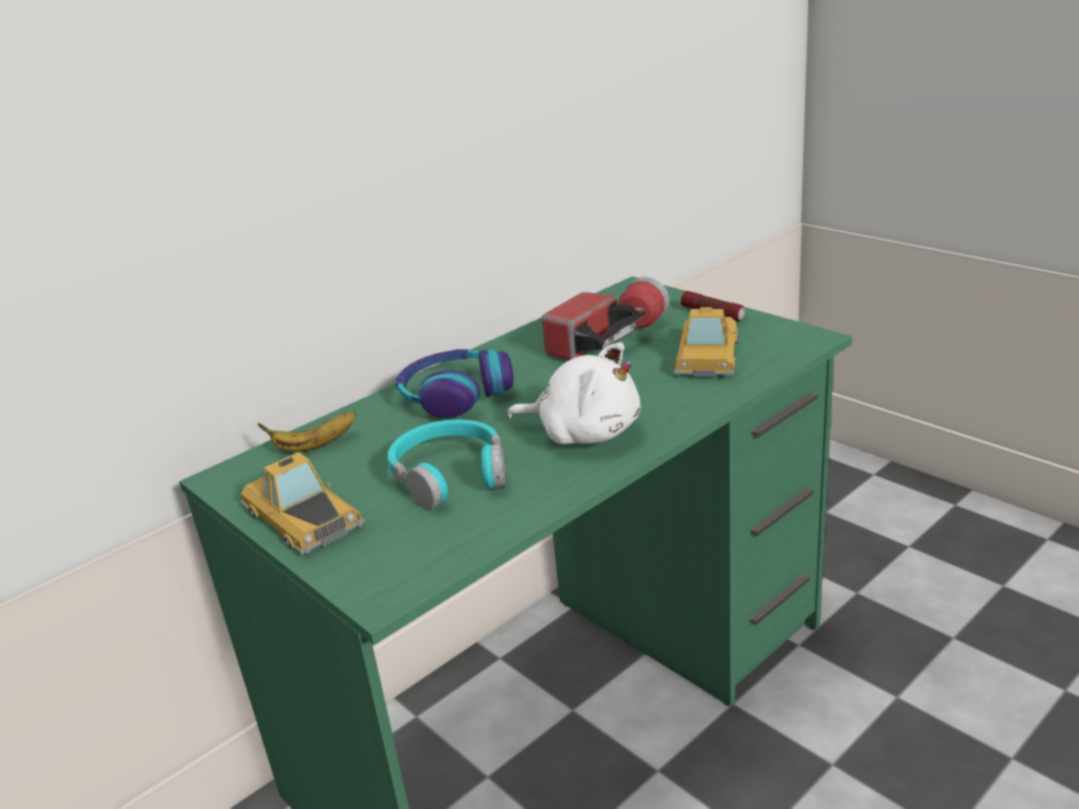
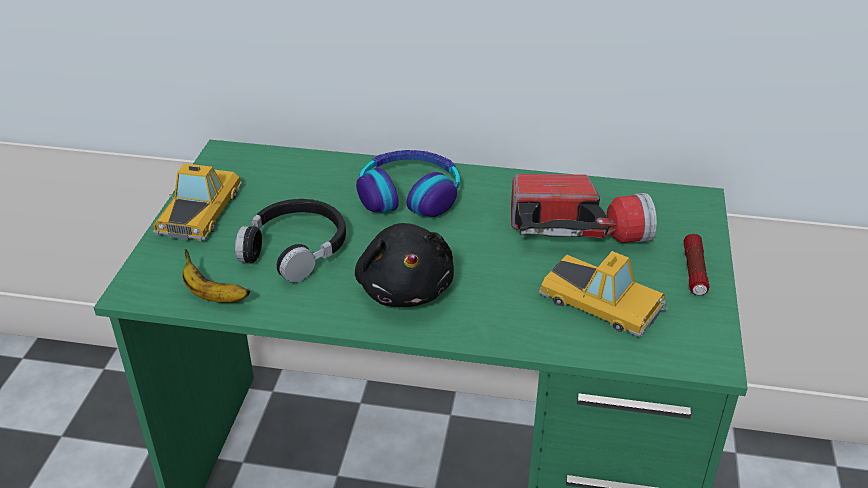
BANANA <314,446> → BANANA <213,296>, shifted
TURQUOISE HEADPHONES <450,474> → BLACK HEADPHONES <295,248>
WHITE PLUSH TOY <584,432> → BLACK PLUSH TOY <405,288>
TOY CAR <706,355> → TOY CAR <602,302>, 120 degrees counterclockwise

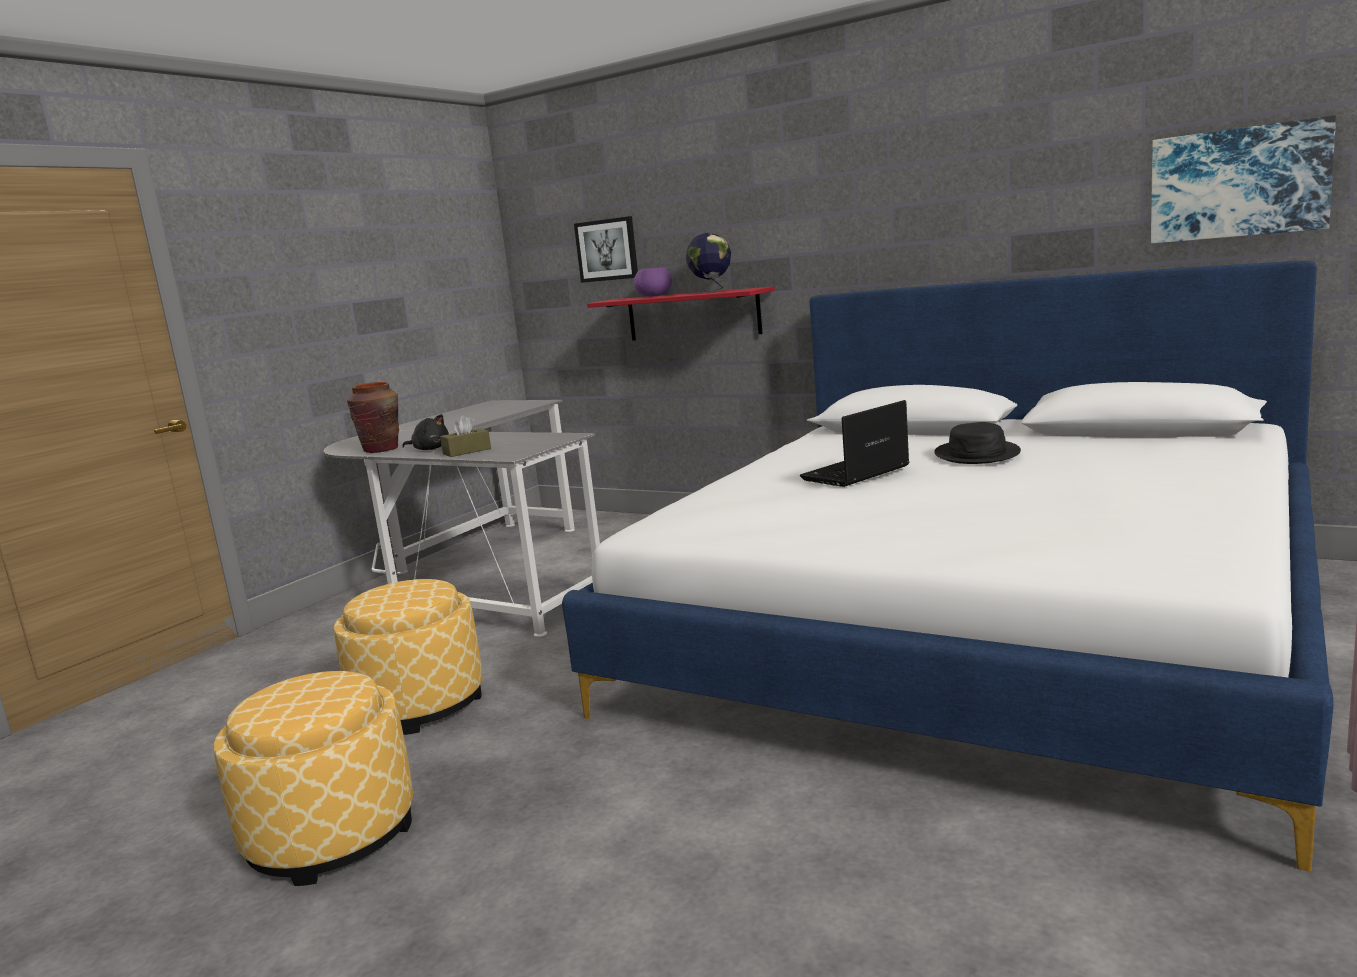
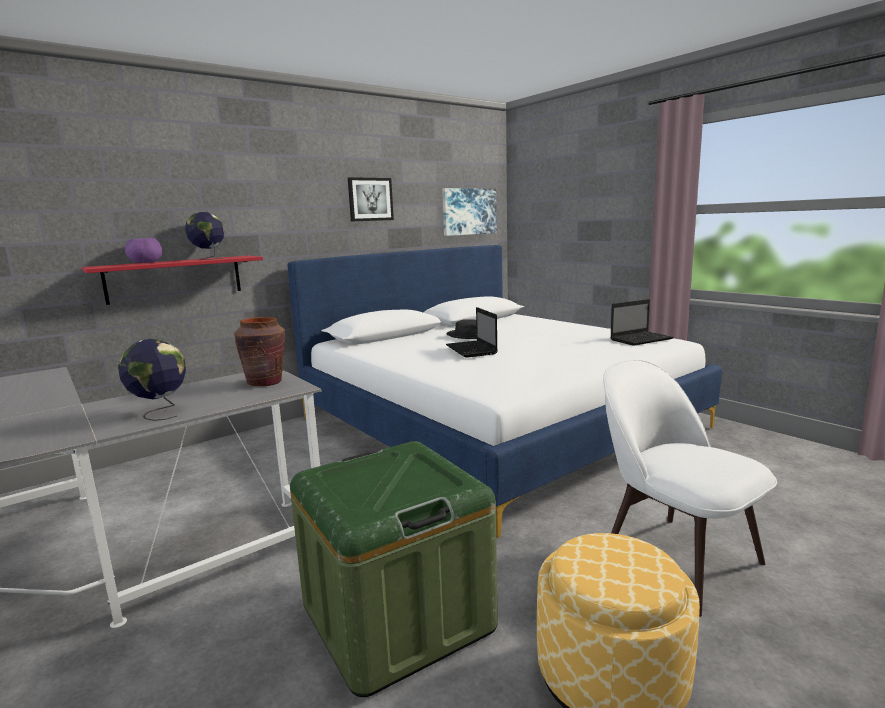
BROWN TISSUE BOX <467,451> → -
- → WHITE CHAIR <675,558>
- → LAPTOP <641,339>
BROWN VASE <381,449> → BROWN VASE <265,382>, shifted
PICTURE <607,250> → PICTURE <370,199>, shifted
OTTOMAN <419,704> → GREEN STORAGE BOX <397,616>
BLACK PLUSH TOY <430,449> → GLOBE <160,413>

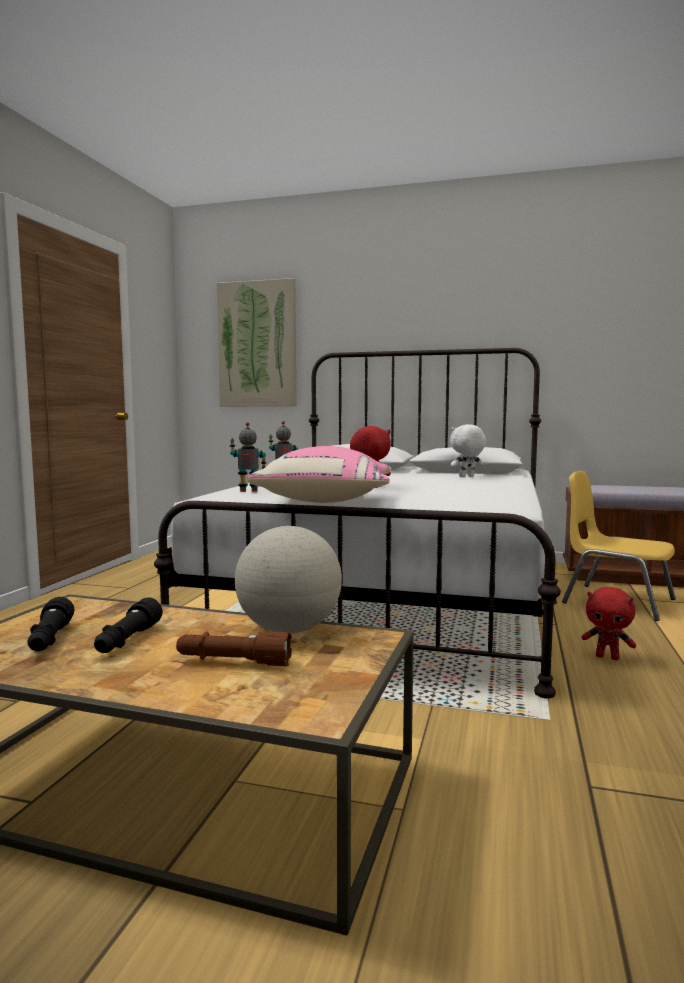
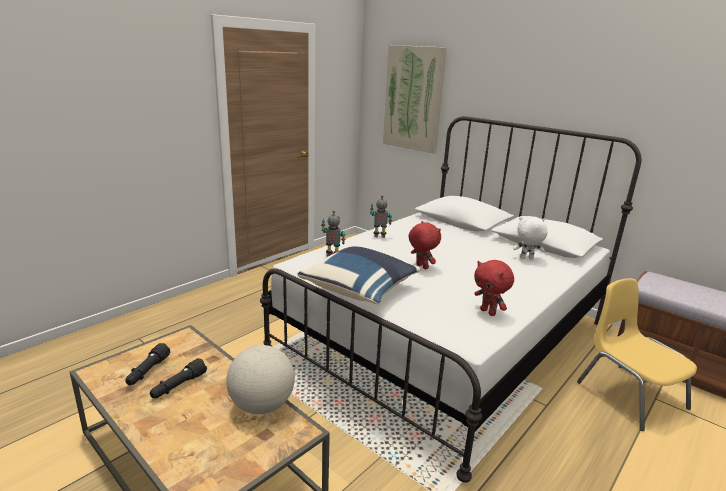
BROWN FLASHLIGHT <233,662> → -
RED PLUSH TOY <607,657> → RED PLUSH TOY <488,312>, shifted
PINK PILLOW <327,501> → BLUE PILLOW <360,290>

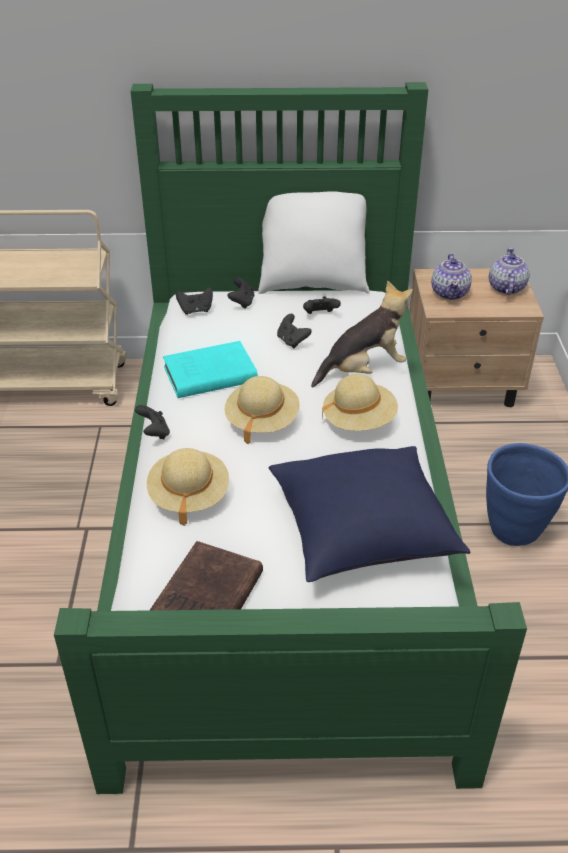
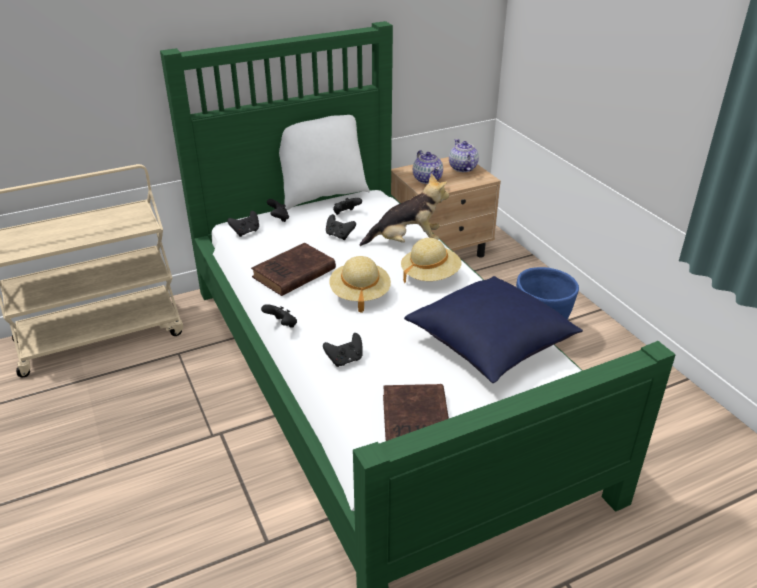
BEIGE HAT <189,495> → BLACK GAME CONTROLLER <345,360>
TURQUOISE BOOK <207,375> → BROWN BOOK <292,274>
PLUSH TOY <363,370> → PLUSH TOY <406,242>, 45 degrees clockwise

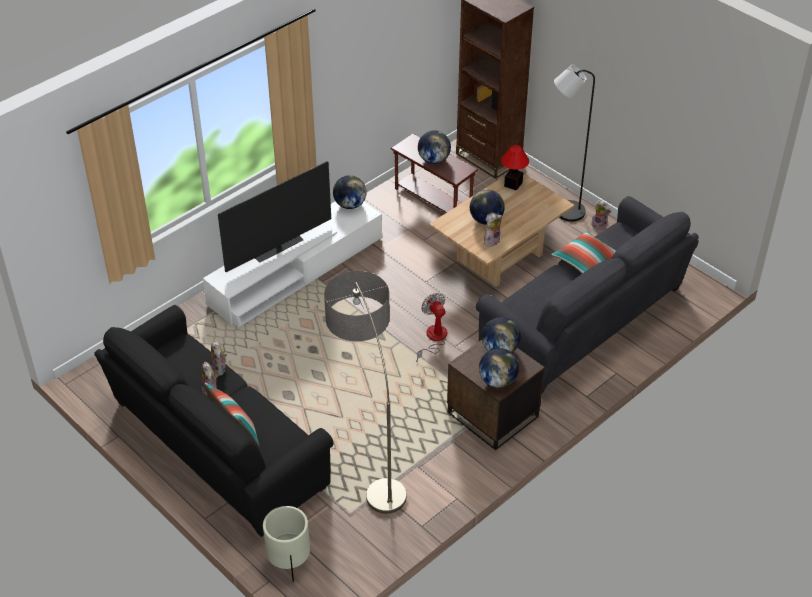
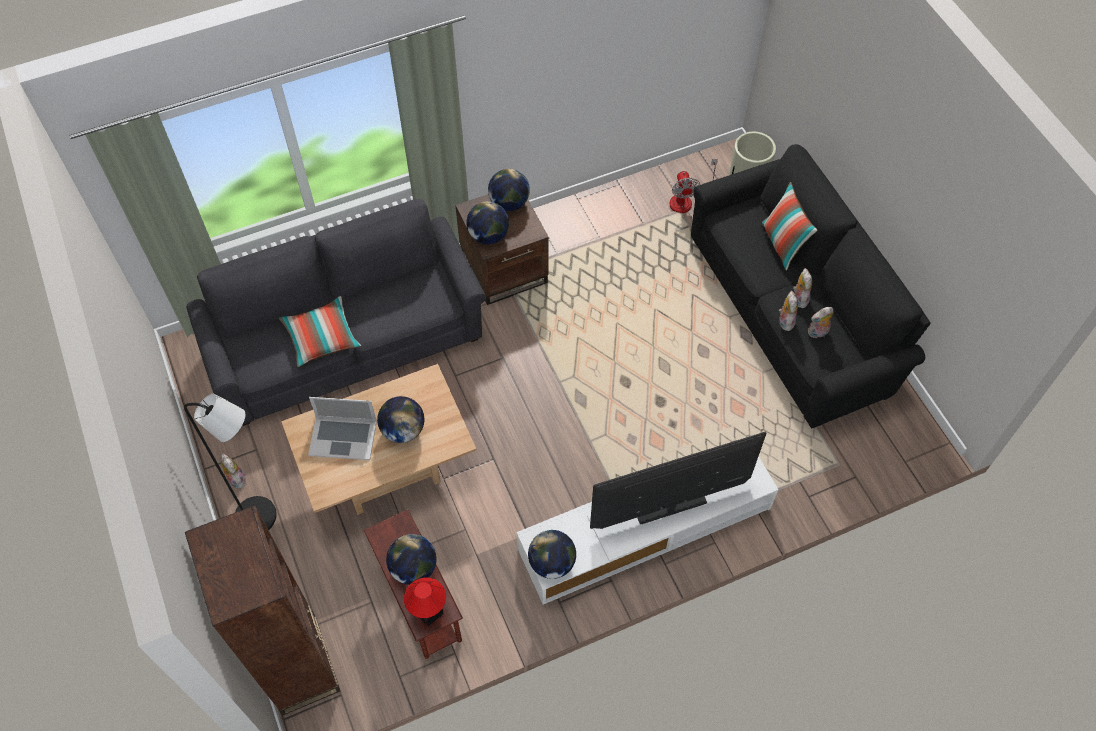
FLOOR LAMP <369,461> → -
- → LAPTOP <343,437>
FAN <433,339> → FAN <686,199>, shifted
PLUSH TOY <491,240> → PLUSH TOY <817,333>, shifted
TABLE LAMP <513,184> → TABLE LAMP <428,612>, shifted

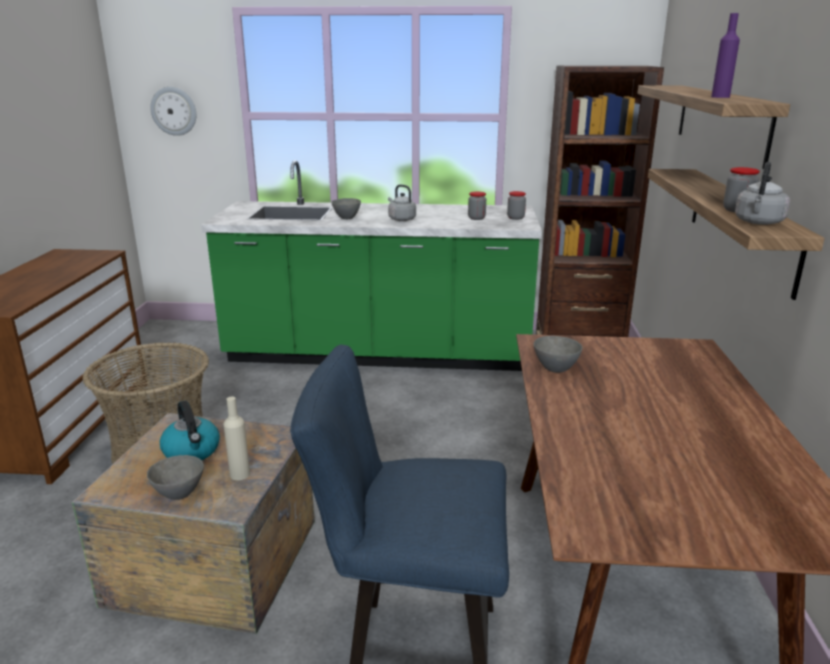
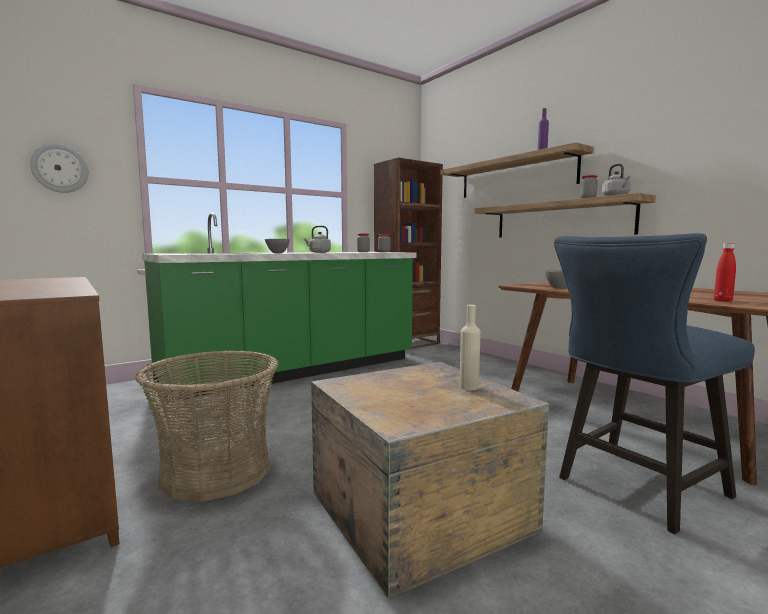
GREY BOWL <179,494> → -
KETTLE <192,451> → -
- → RED BOTTLE <723,301>

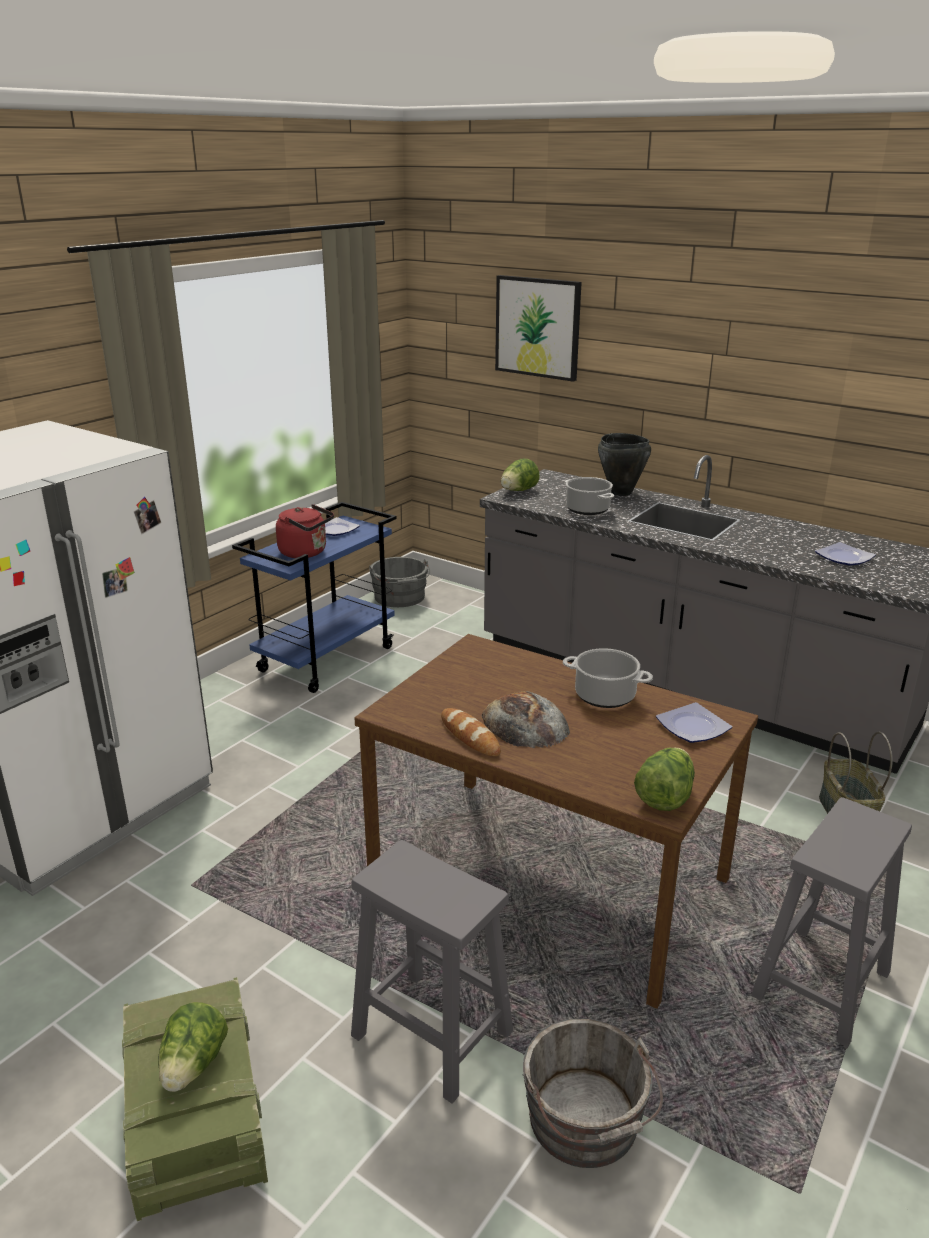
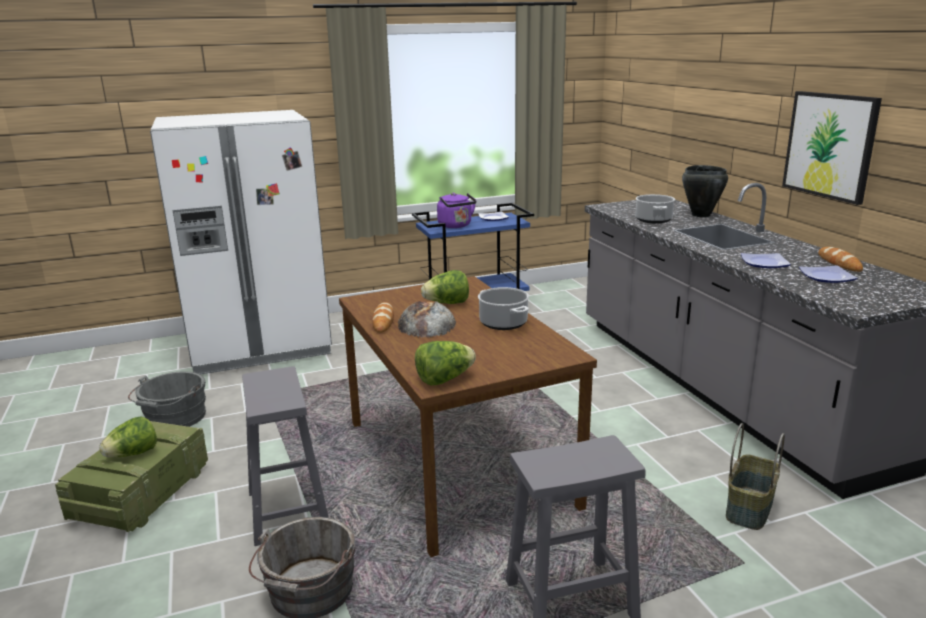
- → BREAD <839,263>
GREY BUCKET <400,598> → GREY BUCKET <174,419>, shifted
PICTURE <538,327> → PICTURE <830,145>, shifted
LETTUCE <518,491> → LETTUCE <447,303>, shifted
PLATE <694,727> → PLATE <765,263>, shifted
RED KETTLE <306,552> → PURPLE KETTLE <456,226>

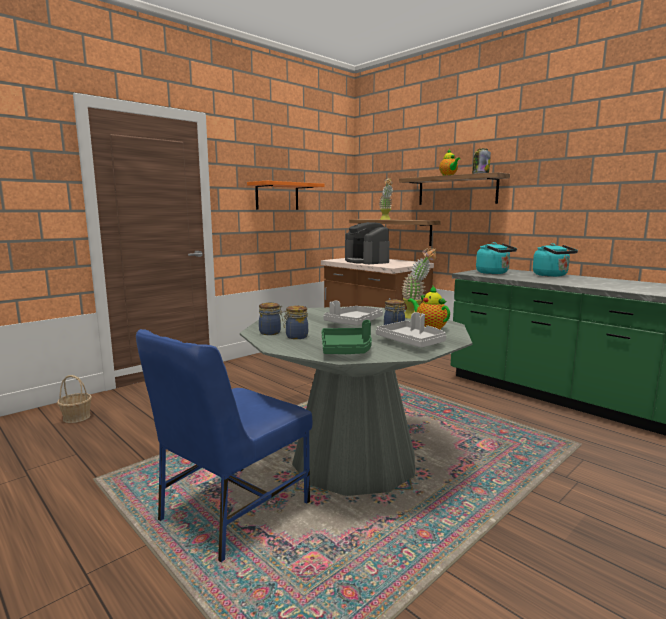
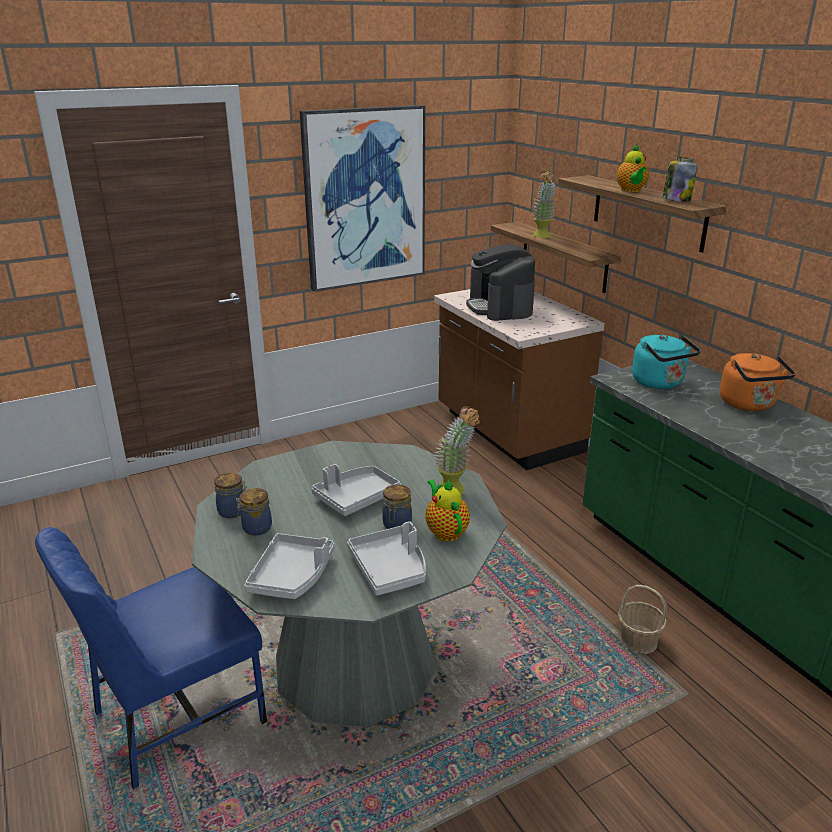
BASKET <76,417> → BASKET <637,640>, shifted
ORANGE SHELF <277,196> → PICTURE <364,198>
GREEN TRAY <346,350> → GREY TRAY <292,576>
TURQUOISE KETTLE <552,275> → ORANGE KETTLE <749,405>

